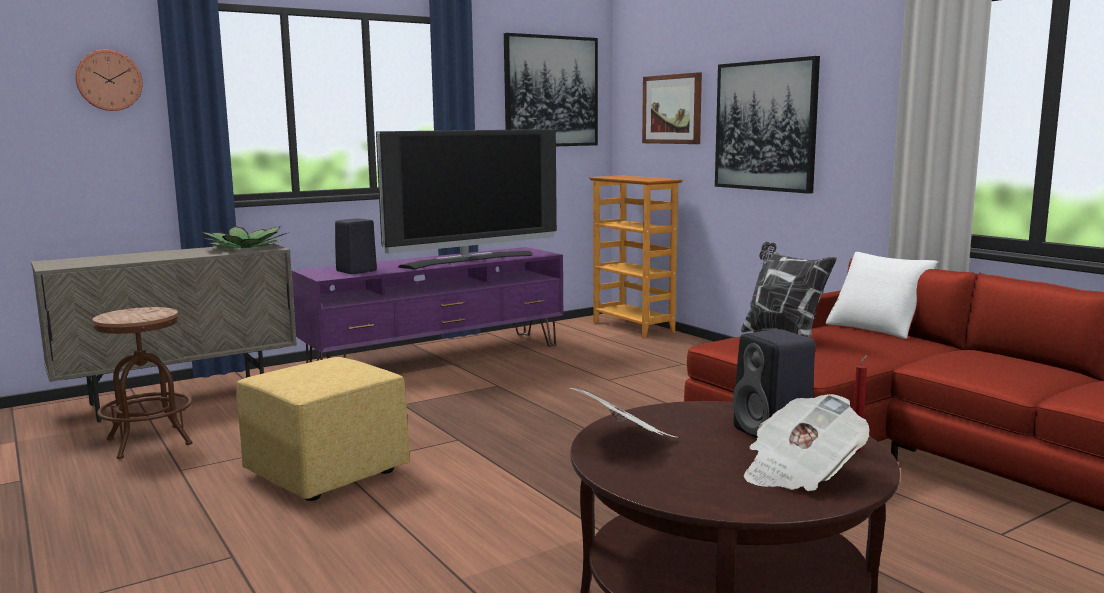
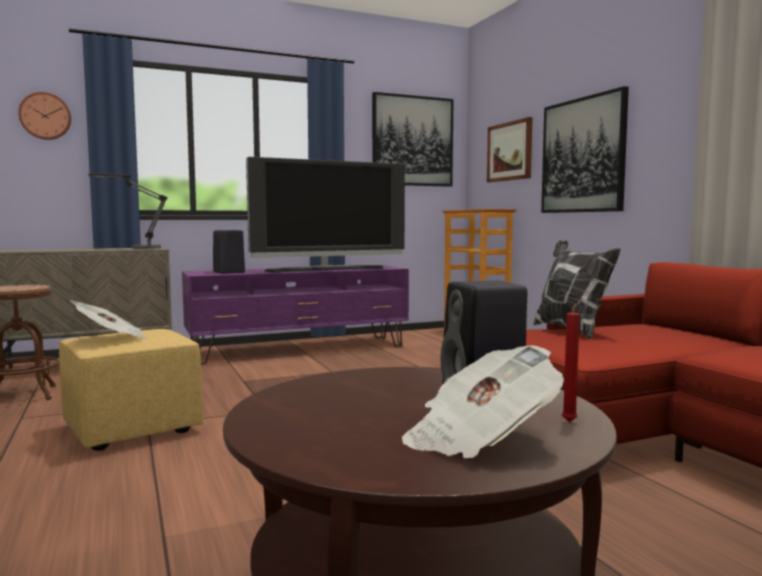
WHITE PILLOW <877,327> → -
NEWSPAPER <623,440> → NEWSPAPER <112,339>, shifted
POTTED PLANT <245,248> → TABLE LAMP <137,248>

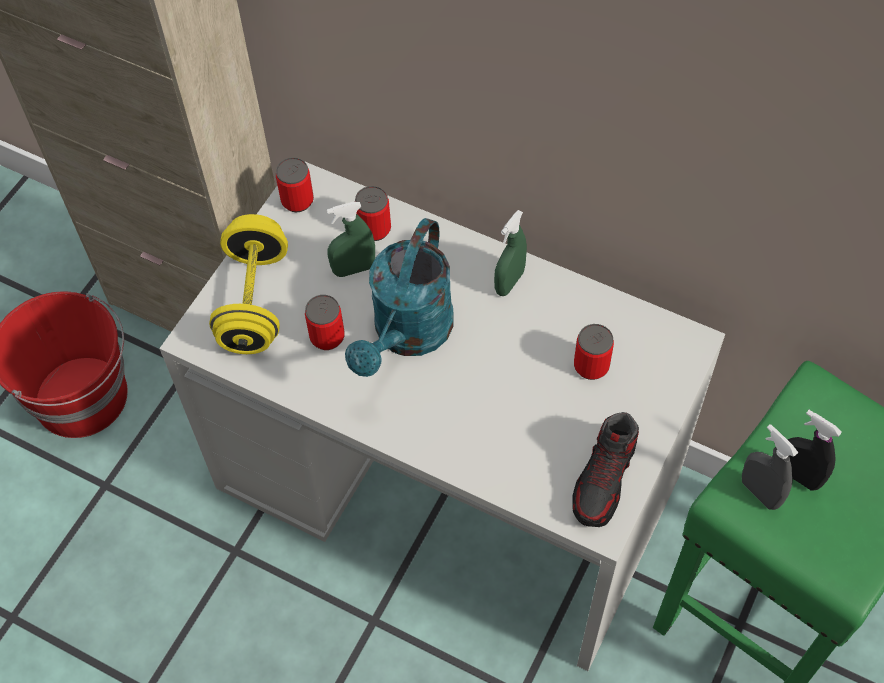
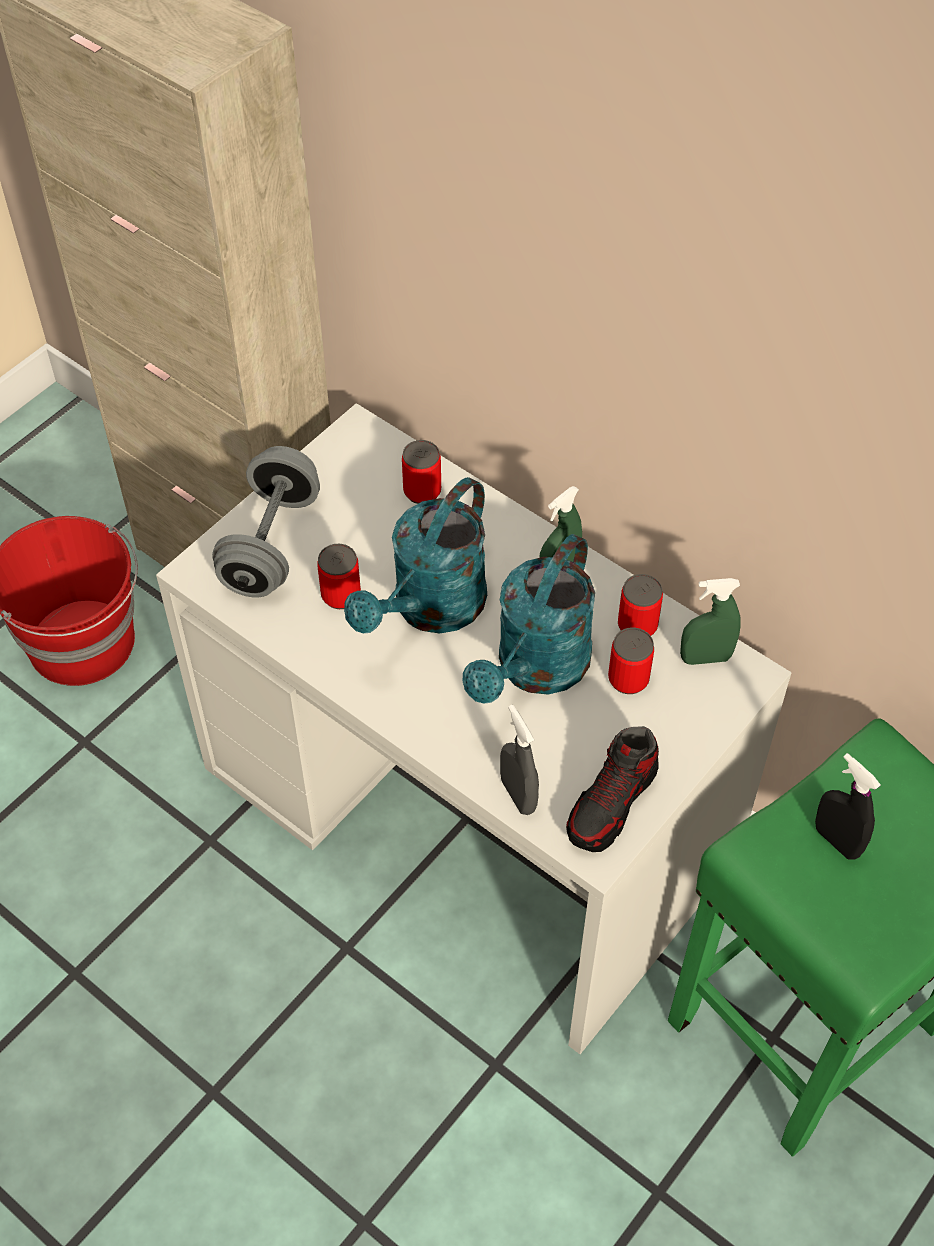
- → TURQUOISE WATERING CAN <535,670>
CAN <297,200> → CAN <637,625>, shifted
GREEN SPRAY BOTTLE <353,269> → GREEN SPRAY BOTTLE <705,658>, shifted
GREY SPRAY BOTTLE <759,493> → GREY SPRAY BOTTLE <518,795>, shifted
YELLOW DUMBBELL <254,301> → GREY DUMBBELL <270,544>

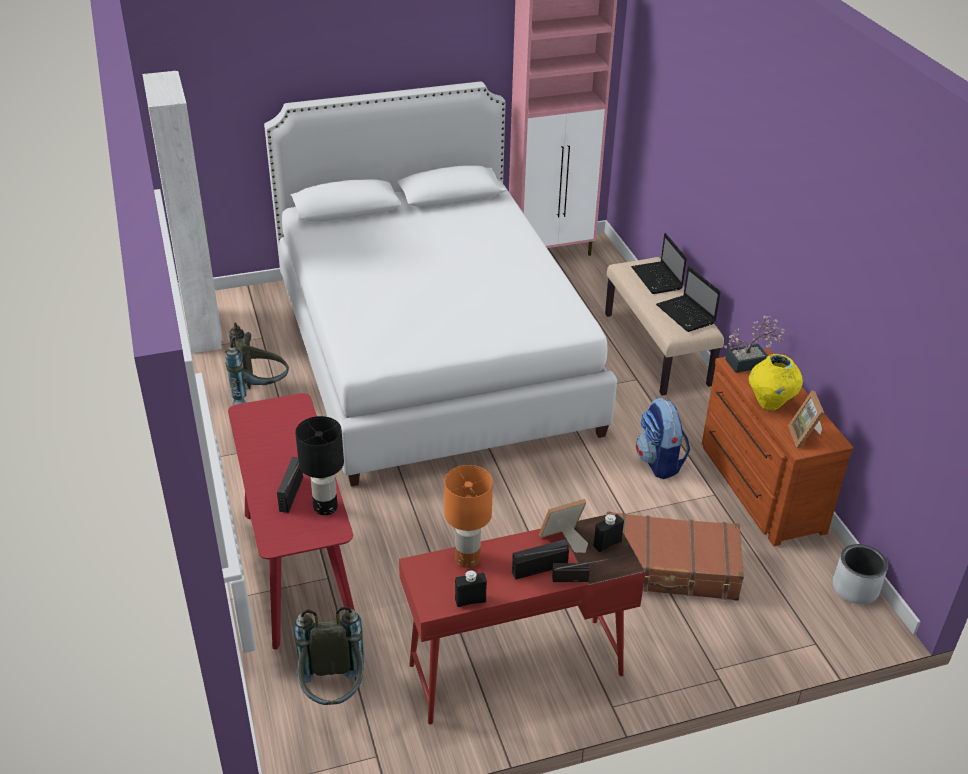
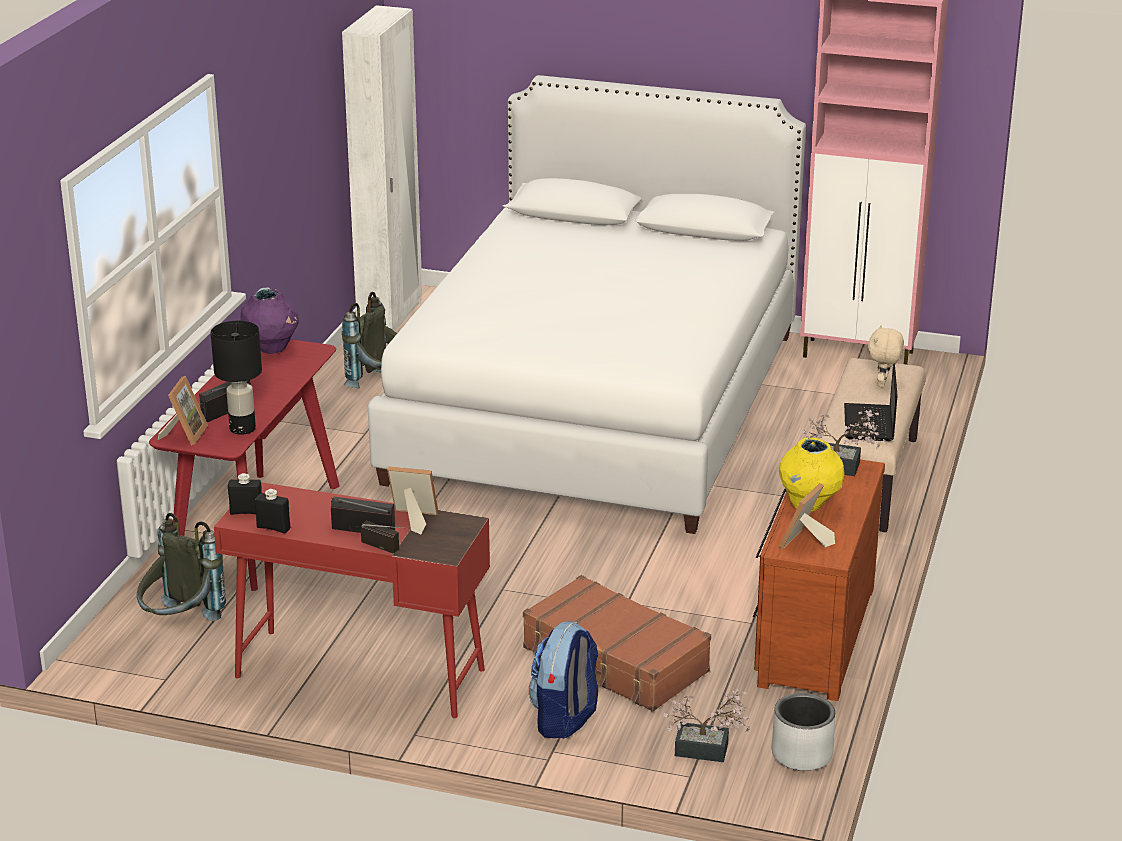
ORANGE TABLE LAMP <468,559> → -
- → PICTURE FRAME <185,434>
- → PURPLE VASE <272,349>
- → POTTED PLANT <708,750>
BLACK BOTTLE <607,543> → BLACK BOTTLE <246,512>, shifted
BACKPACK <659,462> → BACKPACK <565,719>, shifted
LAPTOP <657,279> → BEIGE PLUSH TOY <883,384>

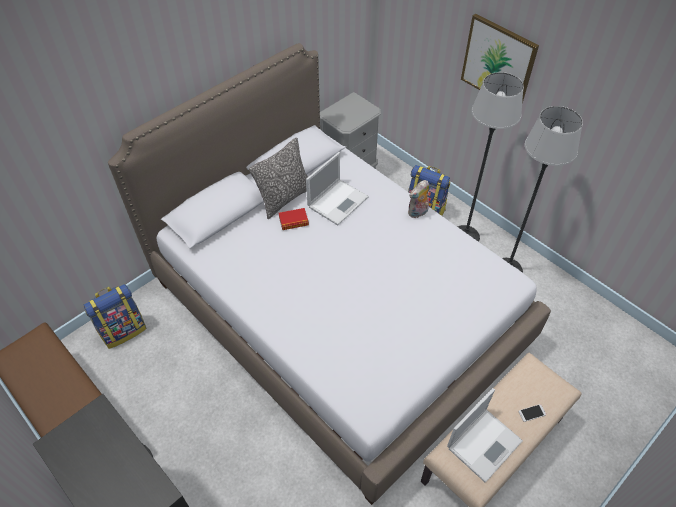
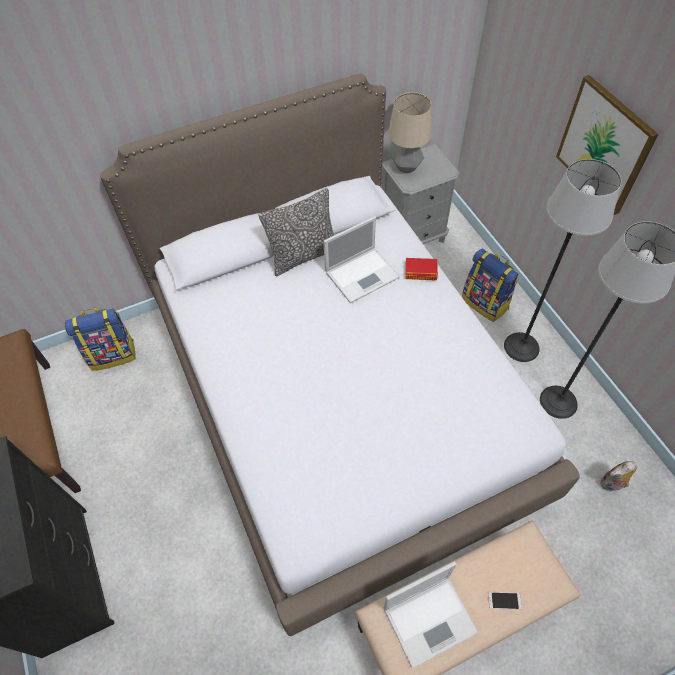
- → TABLE LAMP <406,167>
BOOK <293,221> → BOOK <420,272>, shifted
PLUSH TOY <418,213> → PLUSH TOY <611,485>, shifted

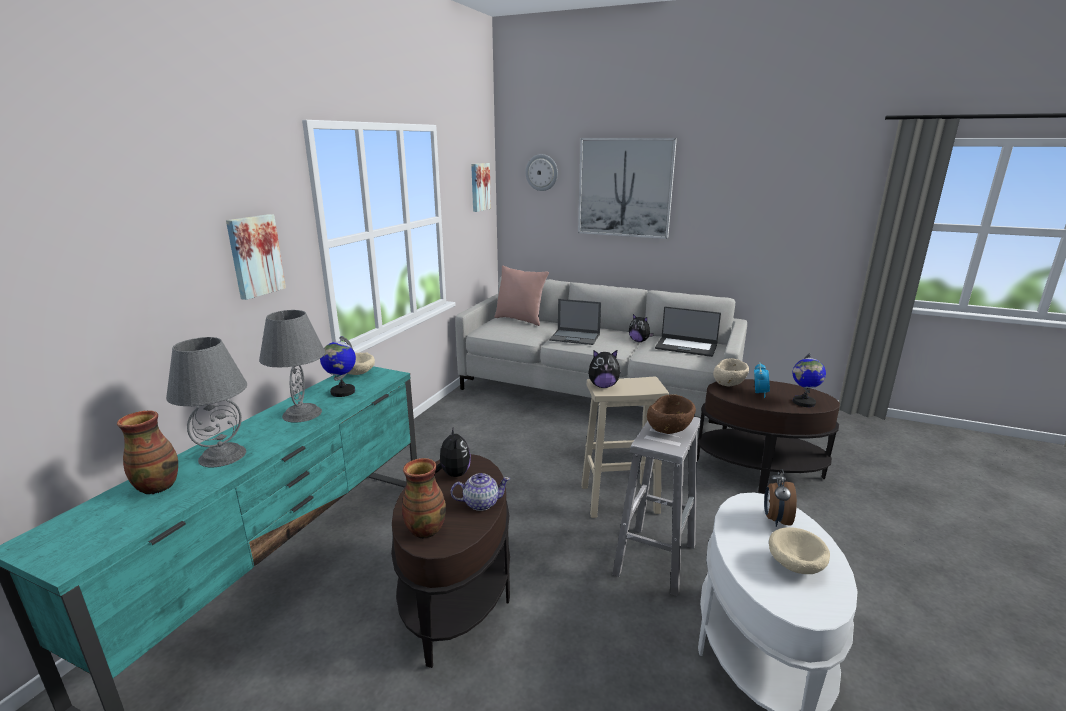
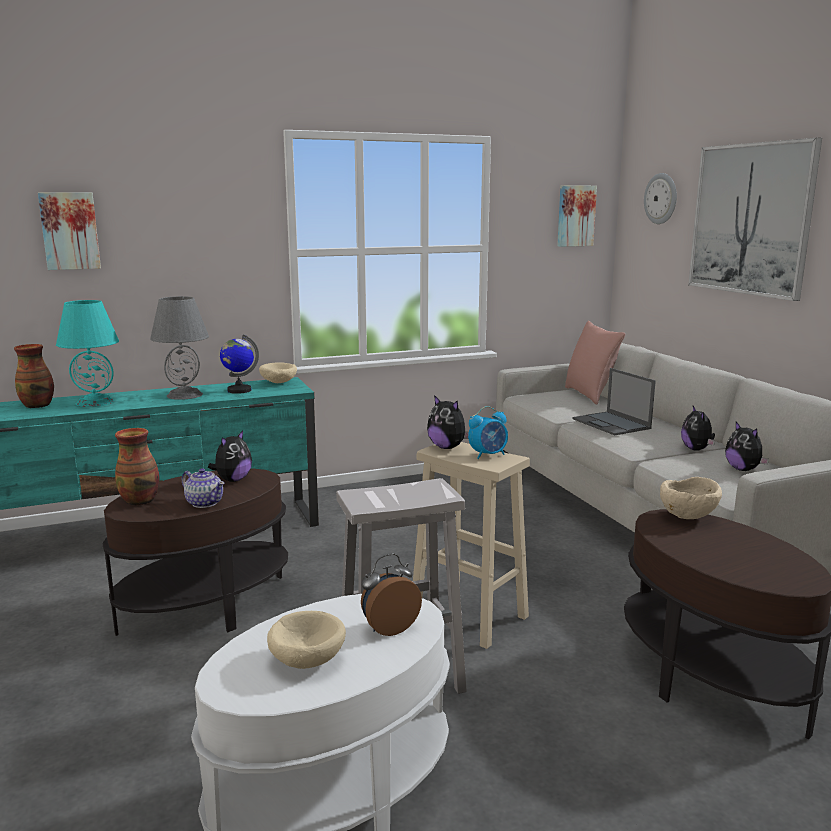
BROWN BOWL <669,431> → -
GLOBE <803,402> → -
PICTURE <254,256> → PICTURE <70,231>, shifted
ALARM CLOCK <759,393> → ALARM CLOCK <488,455>, shifted
LAPTOP <686,347> → PLUSH TOY <743,469>
GREY TABLE LAMP <222,456> → TURQUOISE TABLE LAMP <94,402>

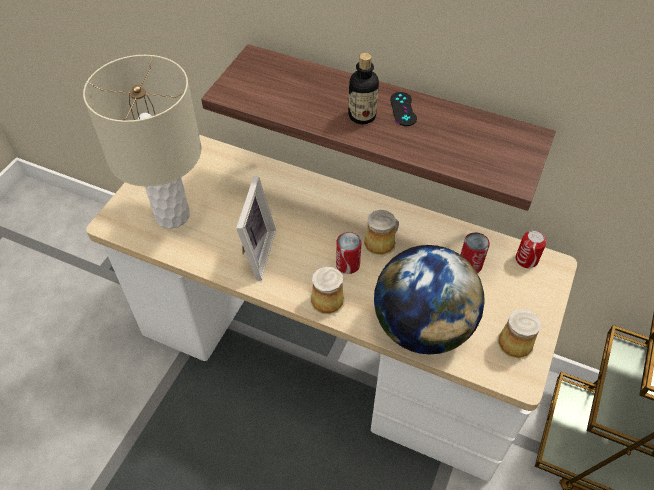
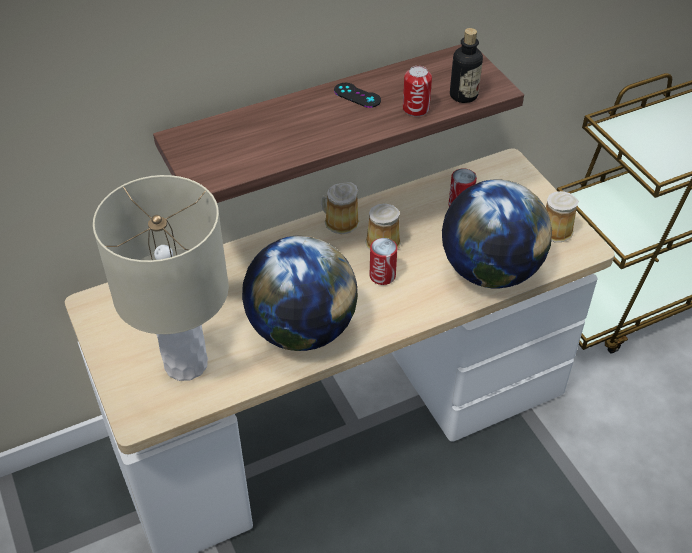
MUG <326,299> → MUG <339,222>, shifted
BOTTLE <362,116> → BOTTLE <463,95>, shifted
CAN <526,260> → CAN <416,108>, shifted
PICTURE FRAME <254,253> → GLOBE <301,329>

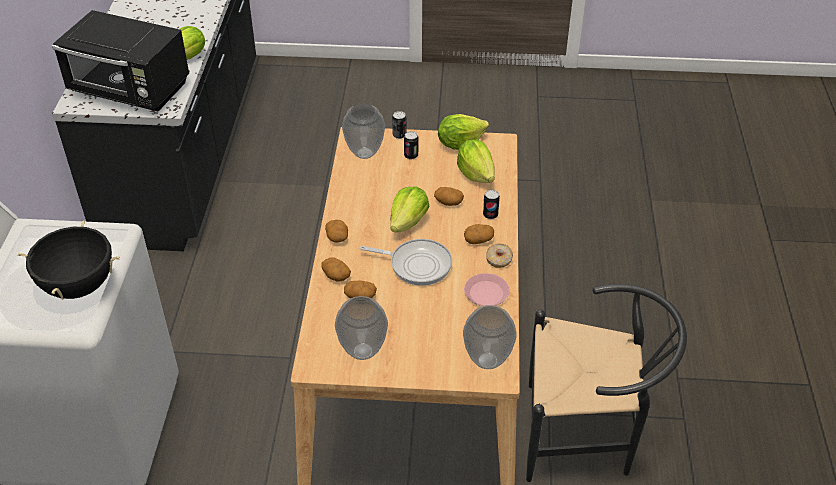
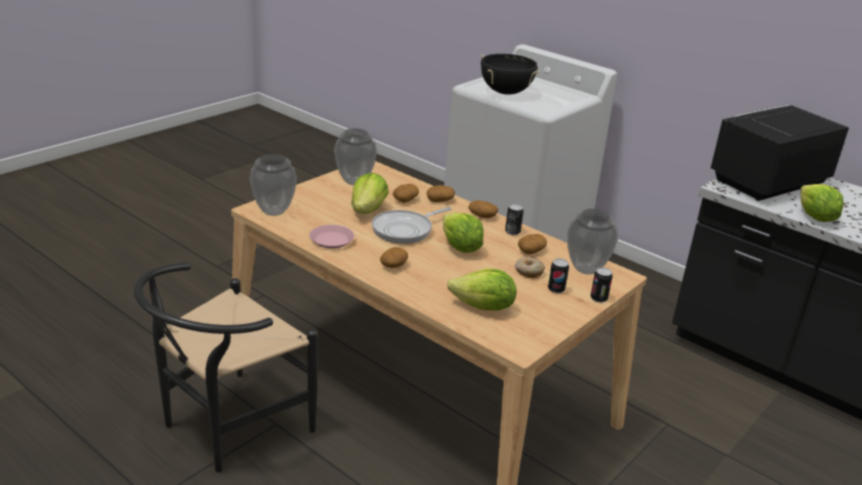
POTATO <448,202> → POTATO <531,251>, shifted
LETTUCE <460,143> → LETTUCE <368,210>, shifted
CAN <490,215> → CAN <512,232>, shifted
DONUT <499,259> → DONUT <528,272>, shifted

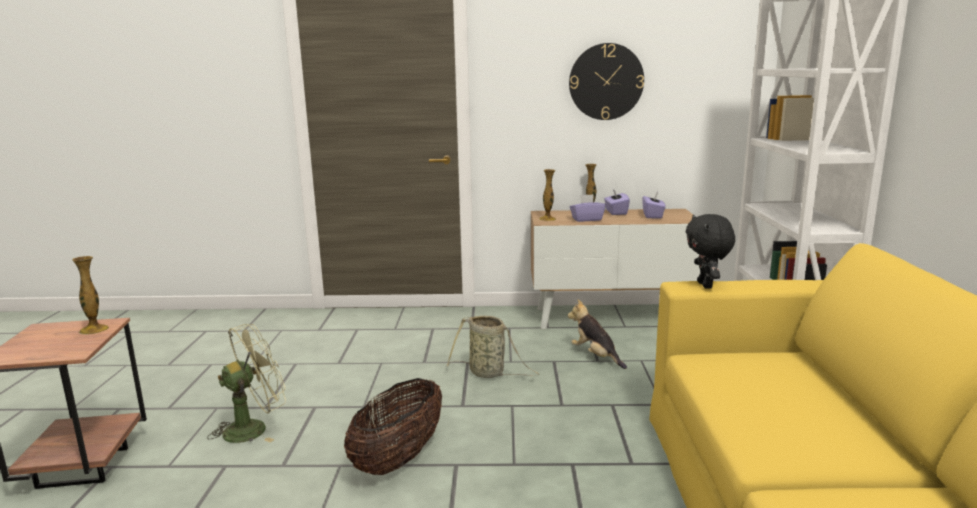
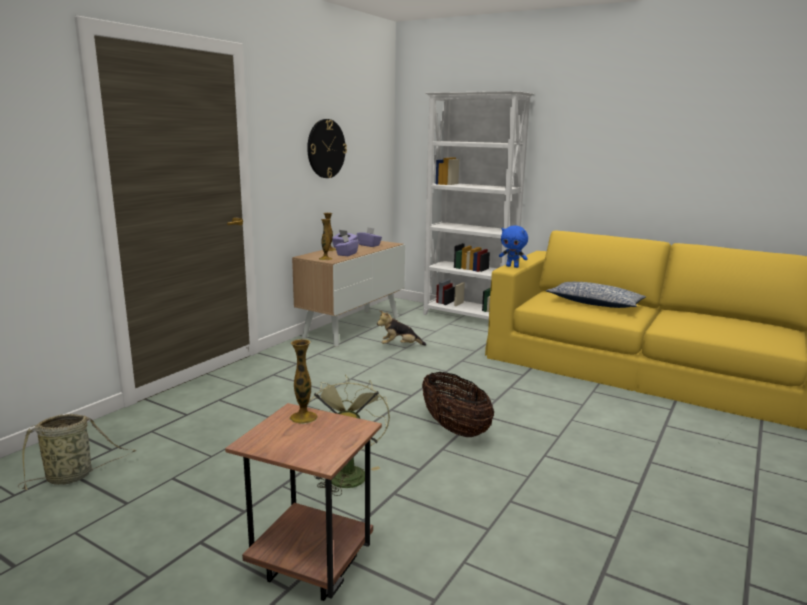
- → PILLOW <594,303>
BASKET <489,373> → BASKET <73,476>, shifted
BLACK PLUSH TOY <706,285> → BLUE PLUSH TOY <512,266>

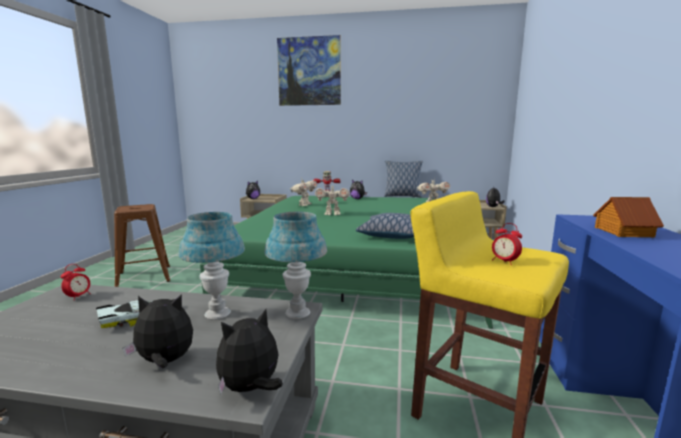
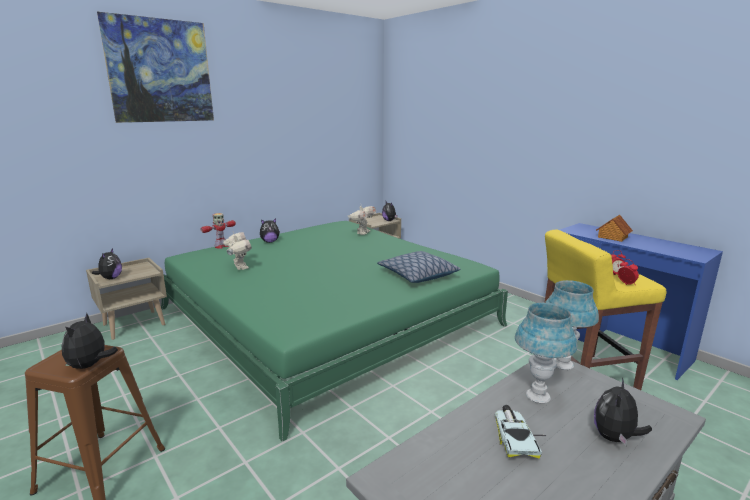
TOY ROBOT <332,214> → -
PILLOW <402,196> → -
ALARM CLOCK <78,296> → ALARM CLOCK <626,284>, shifted
PLUSH TOY <251,389> → PLUSH TOY <90,365>, shifted

